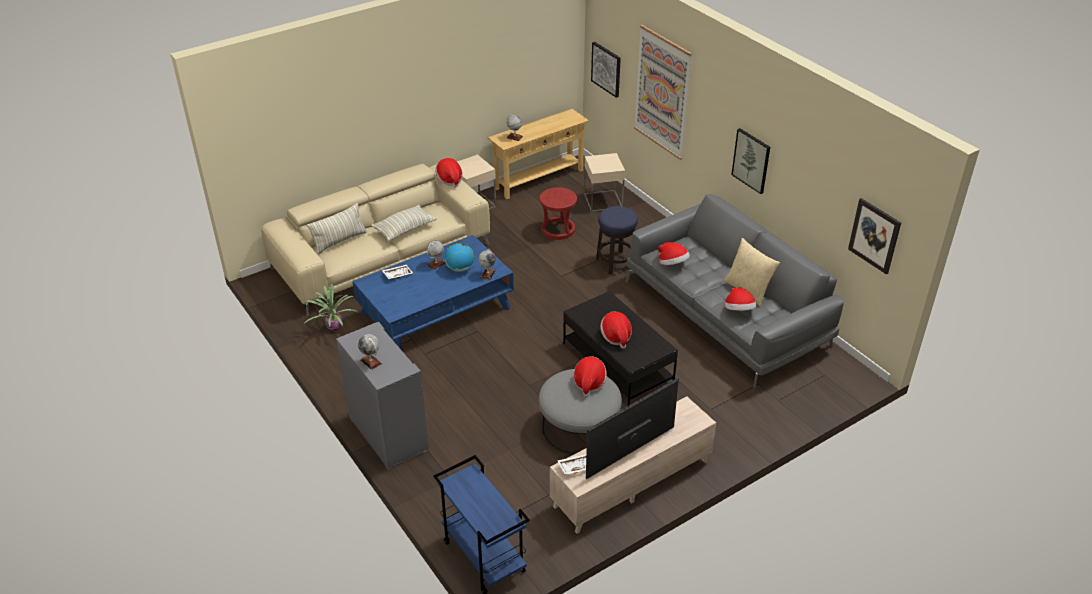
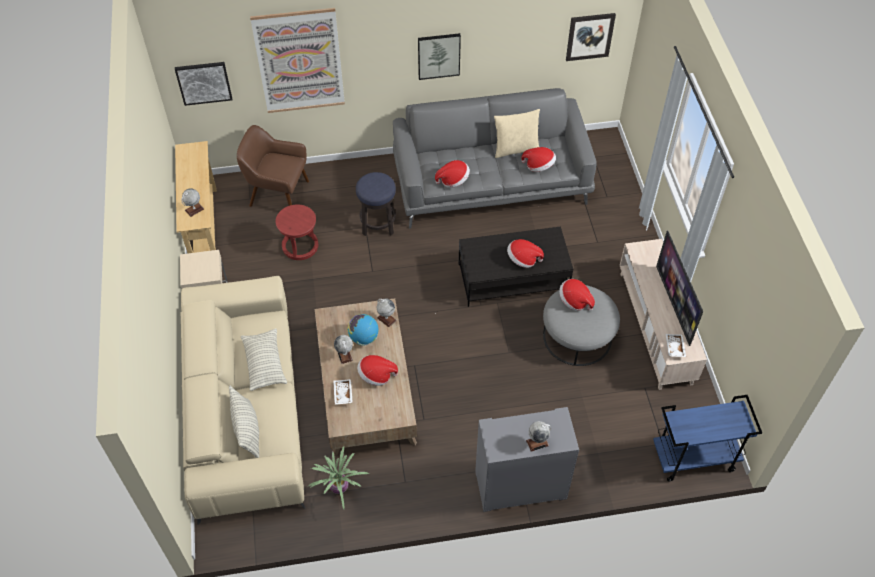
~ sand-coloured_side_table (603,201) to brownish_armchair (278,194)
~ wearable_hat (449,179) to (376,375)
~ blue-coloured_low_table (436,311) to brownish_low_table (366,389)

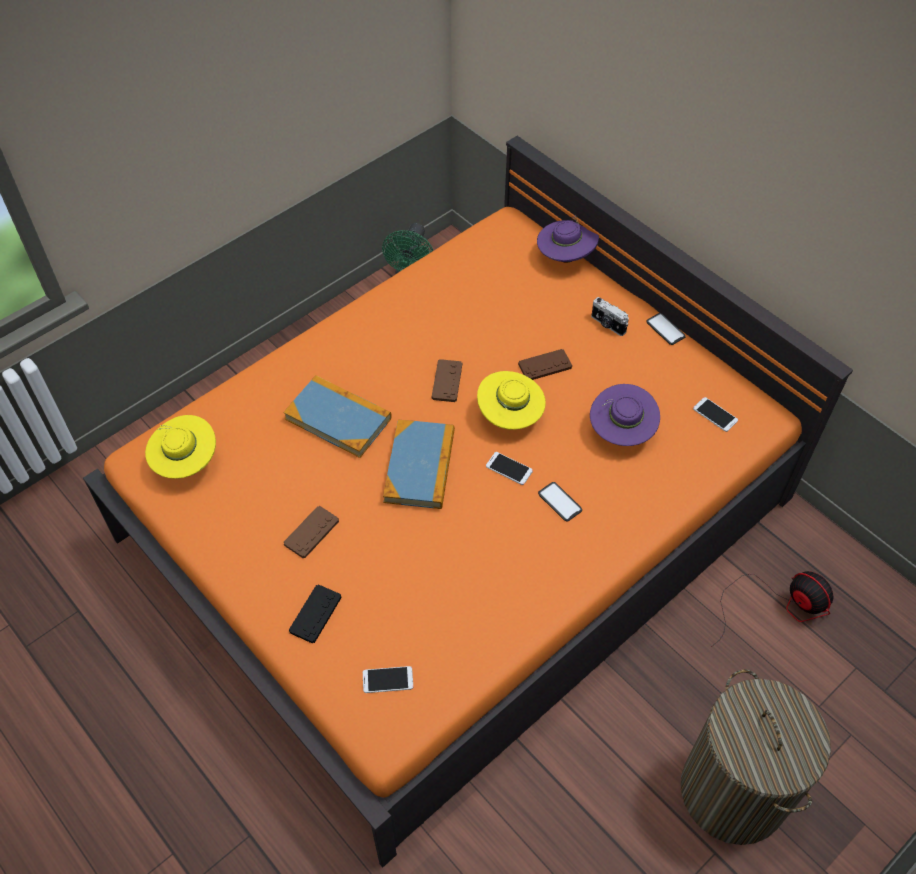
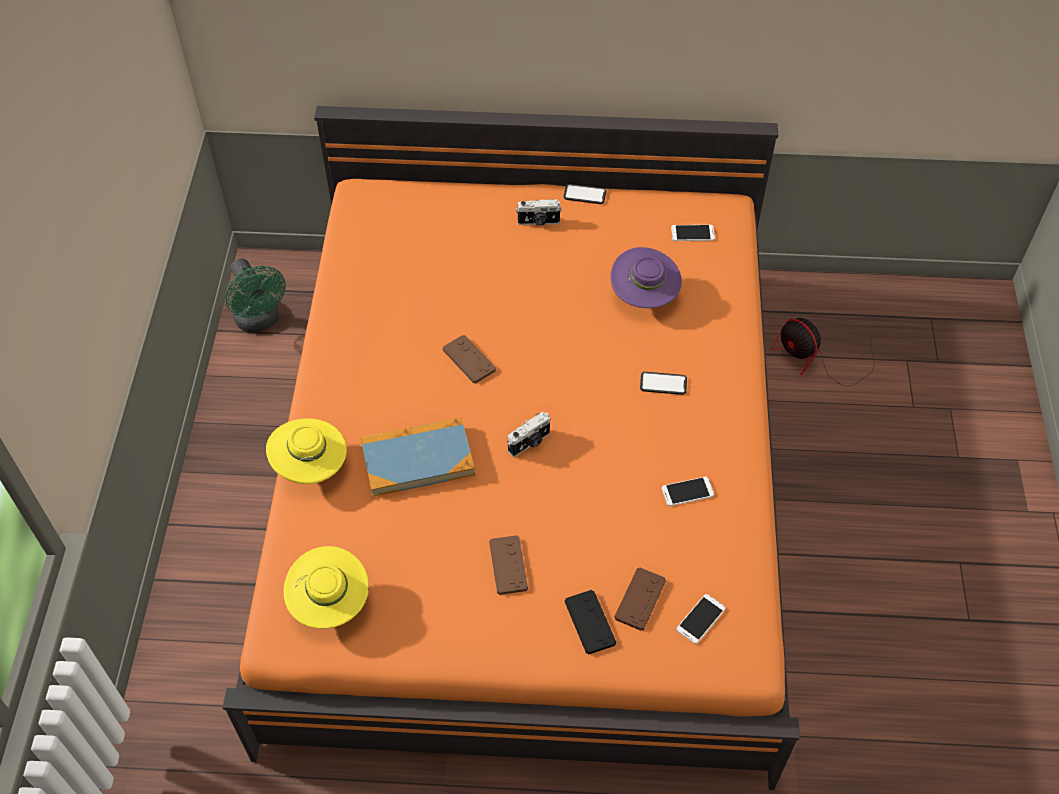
- purple_wearable_hat (565,257)
~ brownish_joypad (545,366) to (640,599)
~ yellow-coloured_wearable_hat (510,416) to (311,466)
~ book (420,466) to photo_camera (530,443)
~ telephone (509,468) to (687,491)
~ cooling_fan (779,605) = (818,358) 135 degrees counterclockwise
- laundry_basket (733,791)

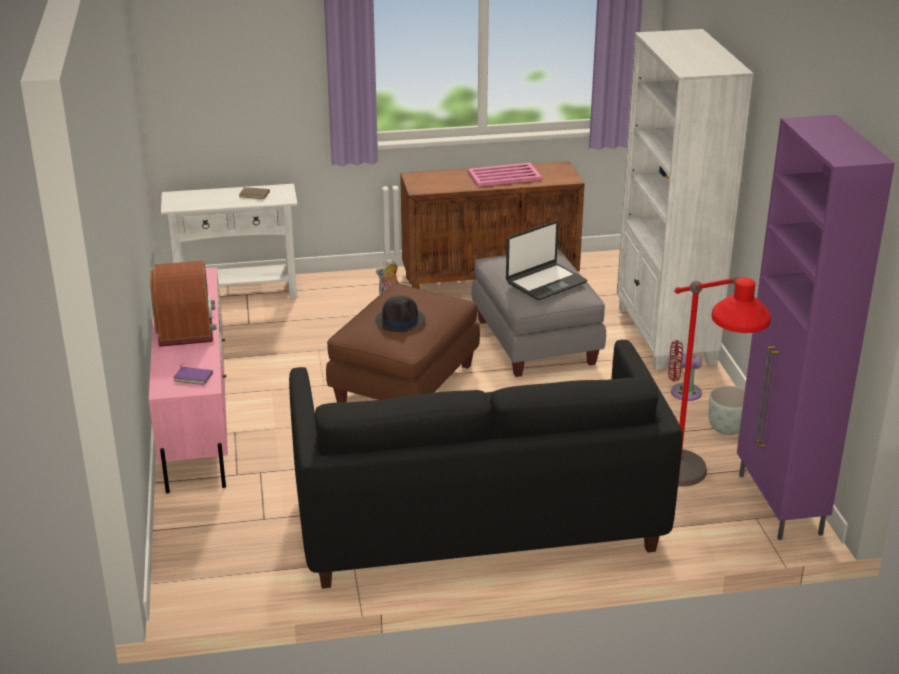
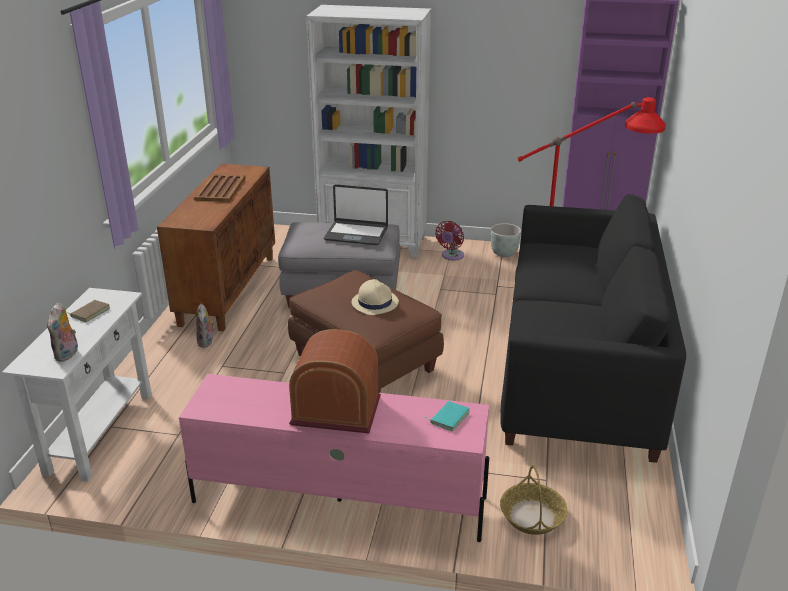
~ pinkish_serving_tray (503,176) to brownish_serving_tray (220,189)
~ laptop (545,282) = (356,234) 120 degrees clockwise
~ black_wearable_hat (400,320) to sand-coloured_wearable_hat (375,302)
~ purple_book (194,377) to turquoise_book (448,417)
+ soft_toy (67,354)
+ household_basket (532,516)

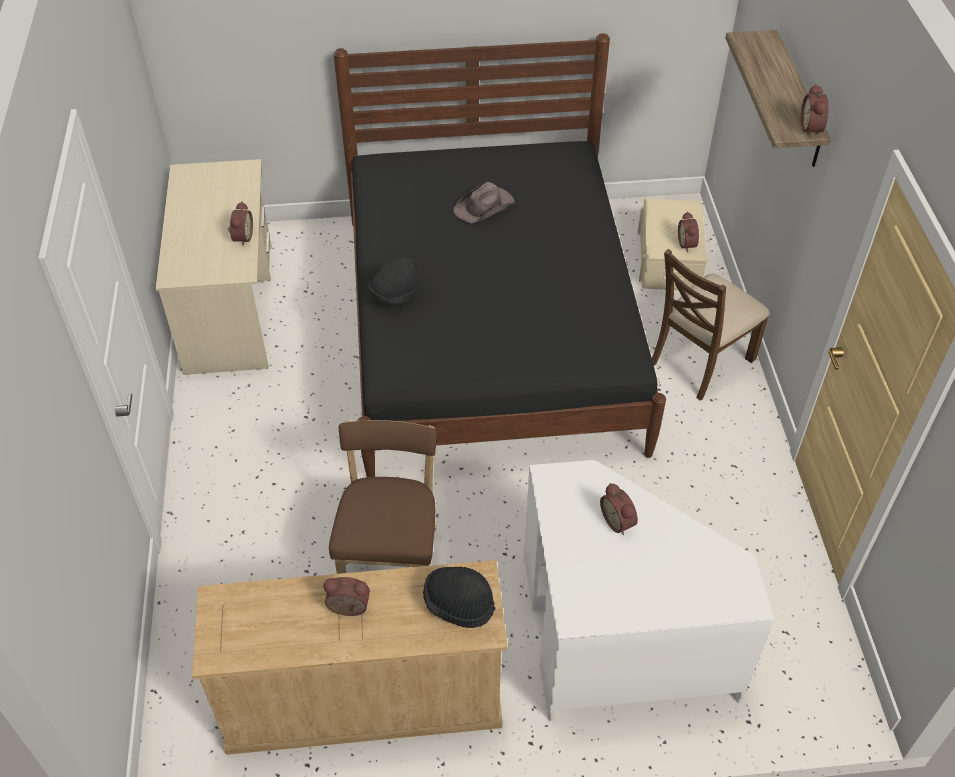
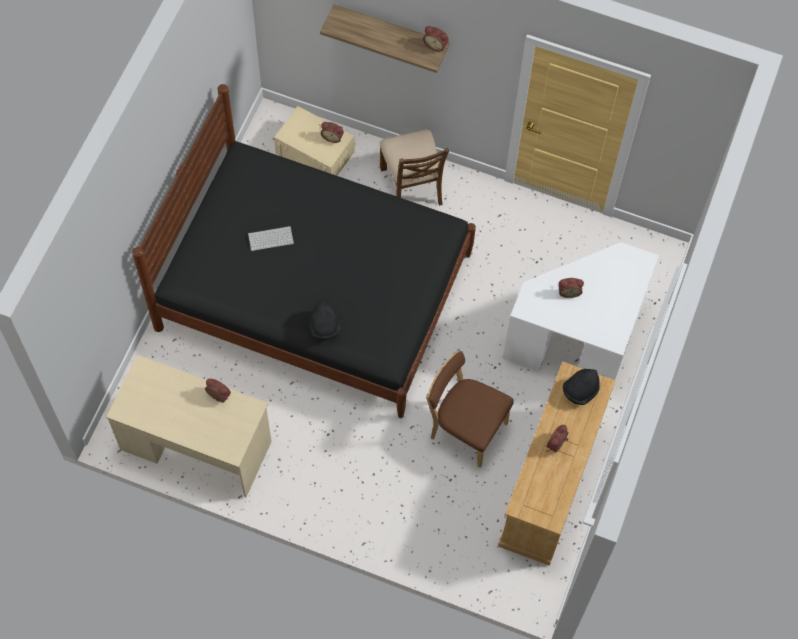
~ brownish_wearable_hat (484,207) to computer_keyboard (271,238)

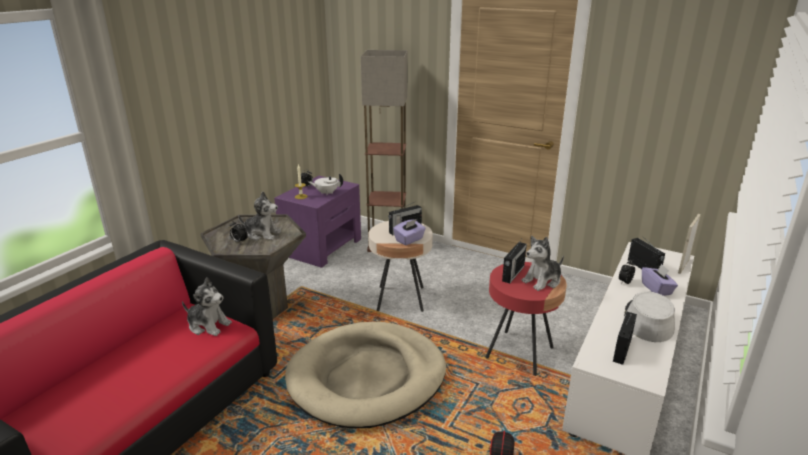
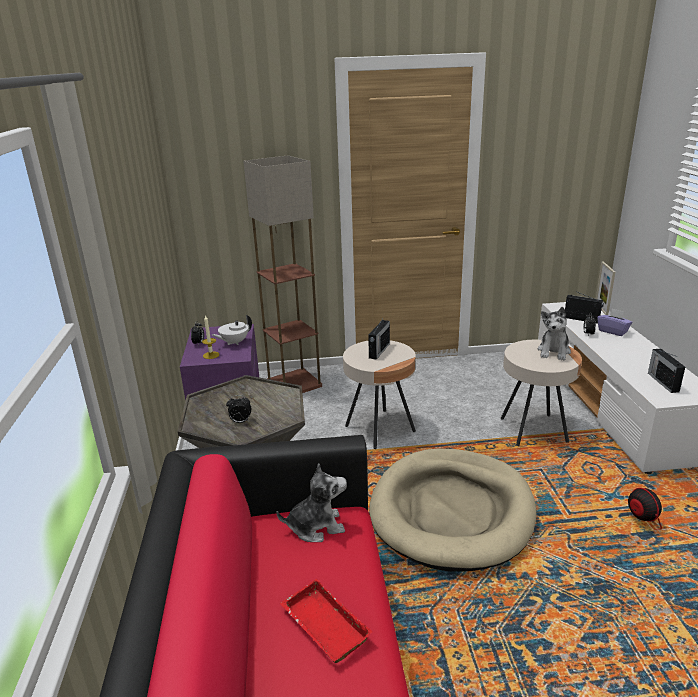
- soft_toy (262,234)
- purple_tissue_holder (409,240)
- radio (512,274)
~ red_side_table (519,353) to sand-coloured_side_table (533,430)
- gray_wearable_hat (647,321)
+ red_serving_tray (322,626)

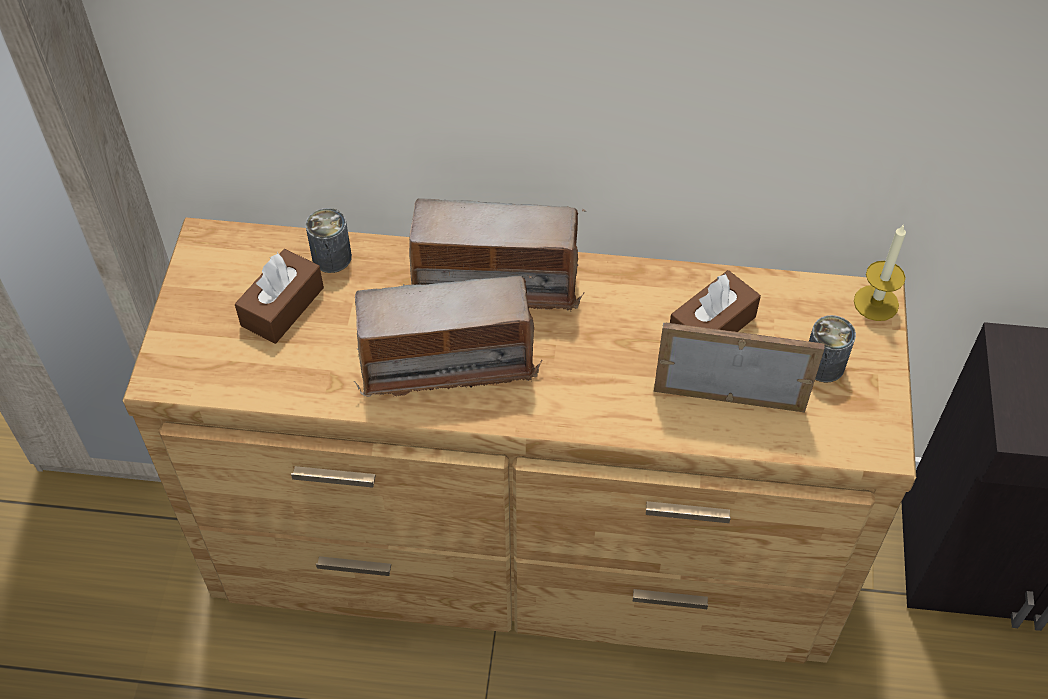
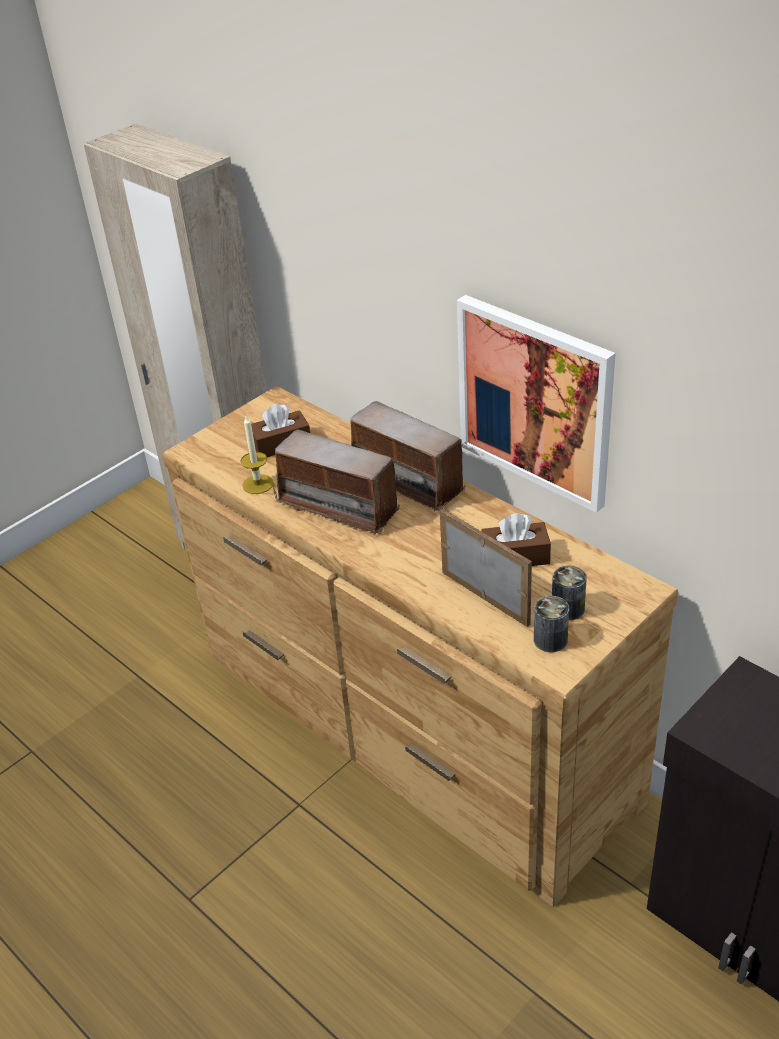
~ sealed_can (332,257) to (550,640)
~ candle (876,303) to (258,484)
+ wall_picture (535,401)

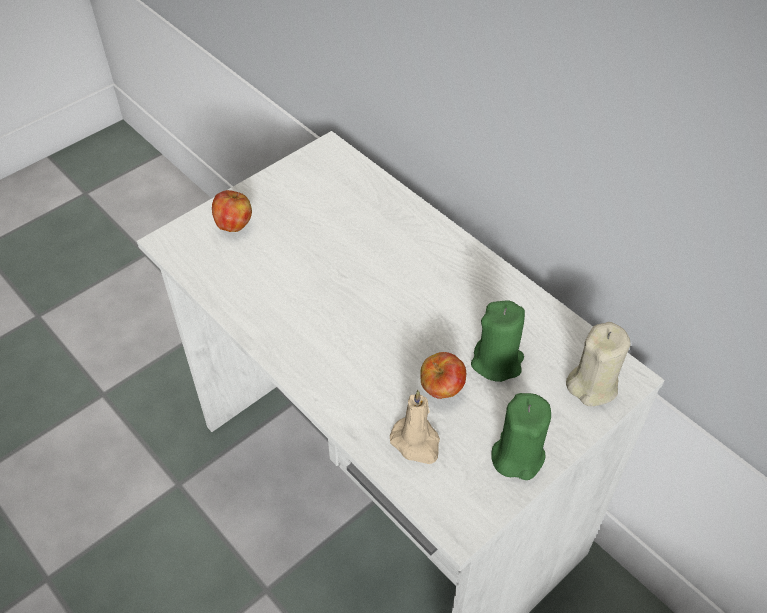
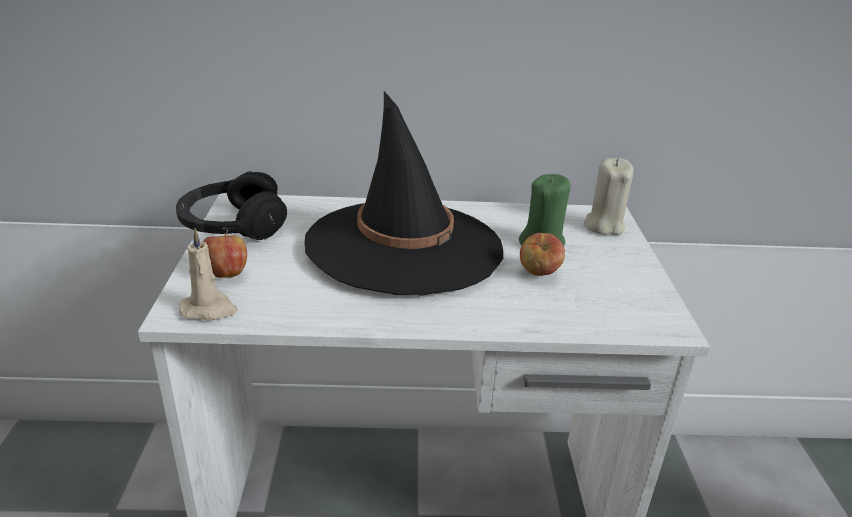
~ sand-coloured_candle (416,442) to (209,309)
- green-coloured_candle (517,455)
+ black_wearable_hat (404,246)
+ black_headphones (232,225)

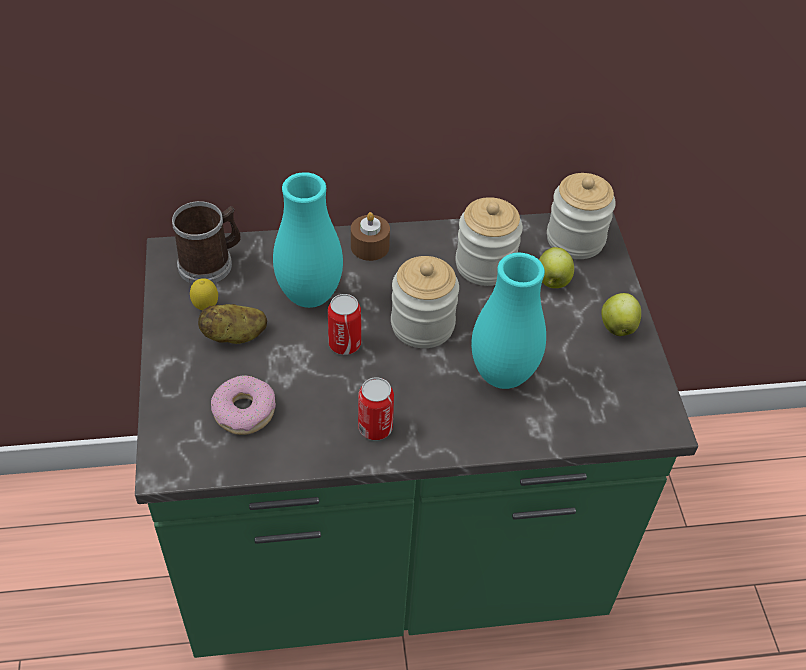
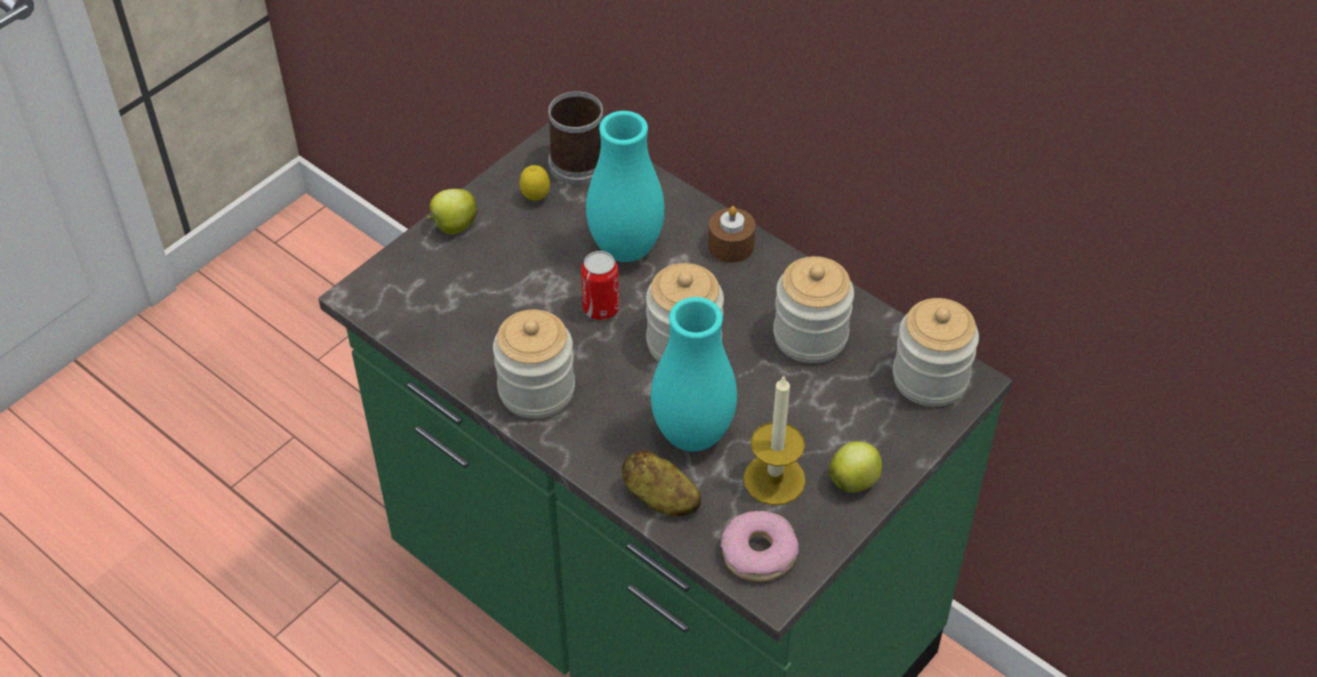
~ apple_fruit (552,282) to (453,226)
~ potato (234,336) to (660,499)
~ ring_doughnut (244,411) to (758,553)
~ sealed_can (375,427) to jar (536,390)
+ candle (774,479)

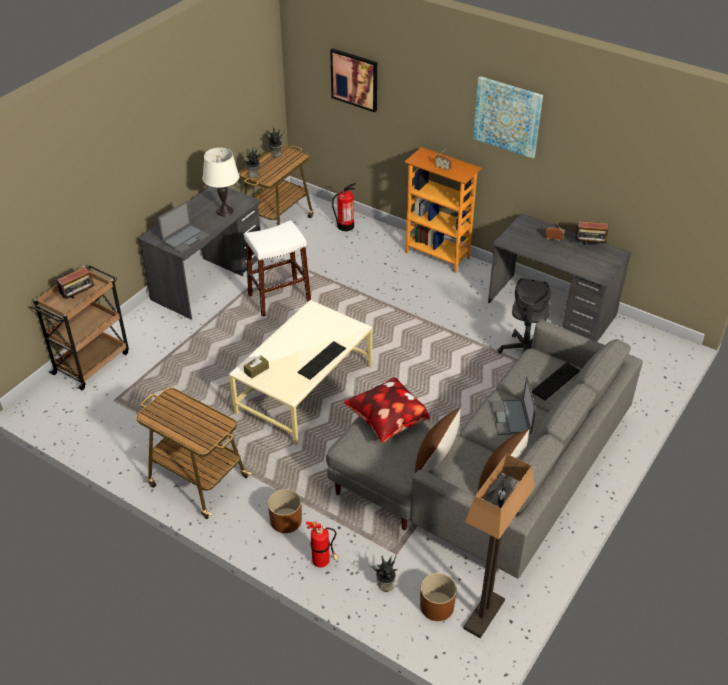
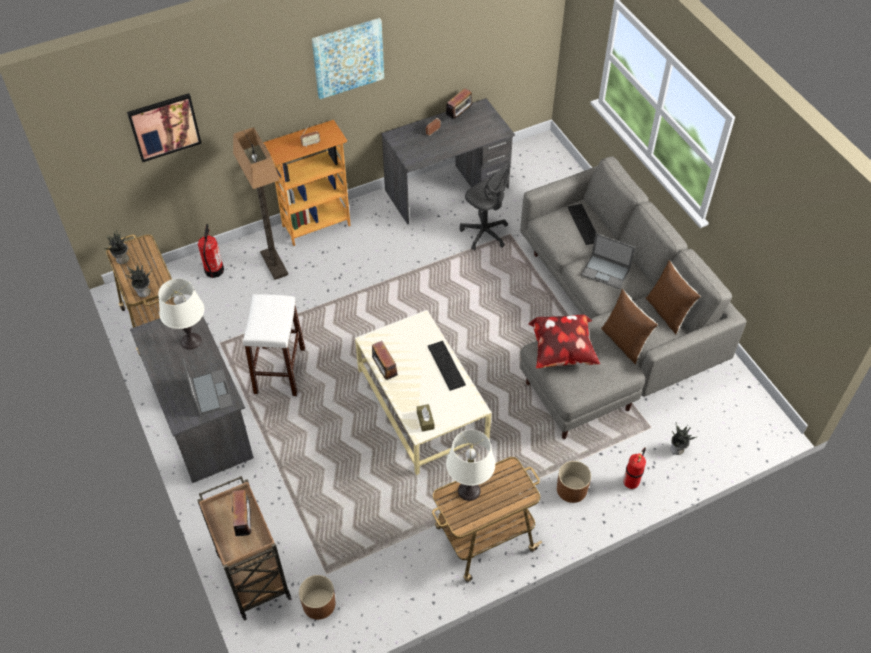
~ standard_lamp (484,615) to (274,264)
~ brownish_plant_pot (436,606) to (318,604)
+ radio (384,371)
+ white_table_lamp (469,490)

